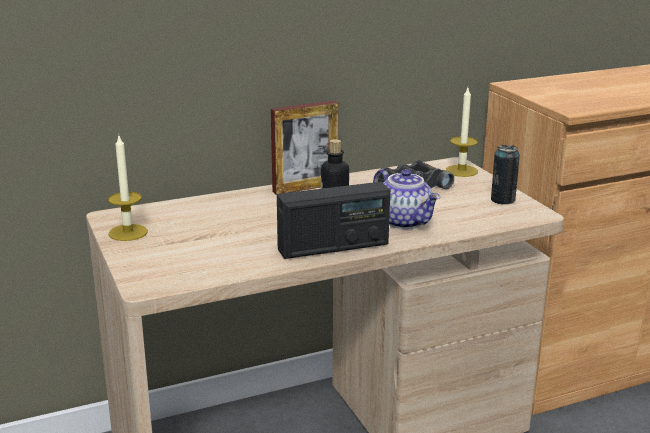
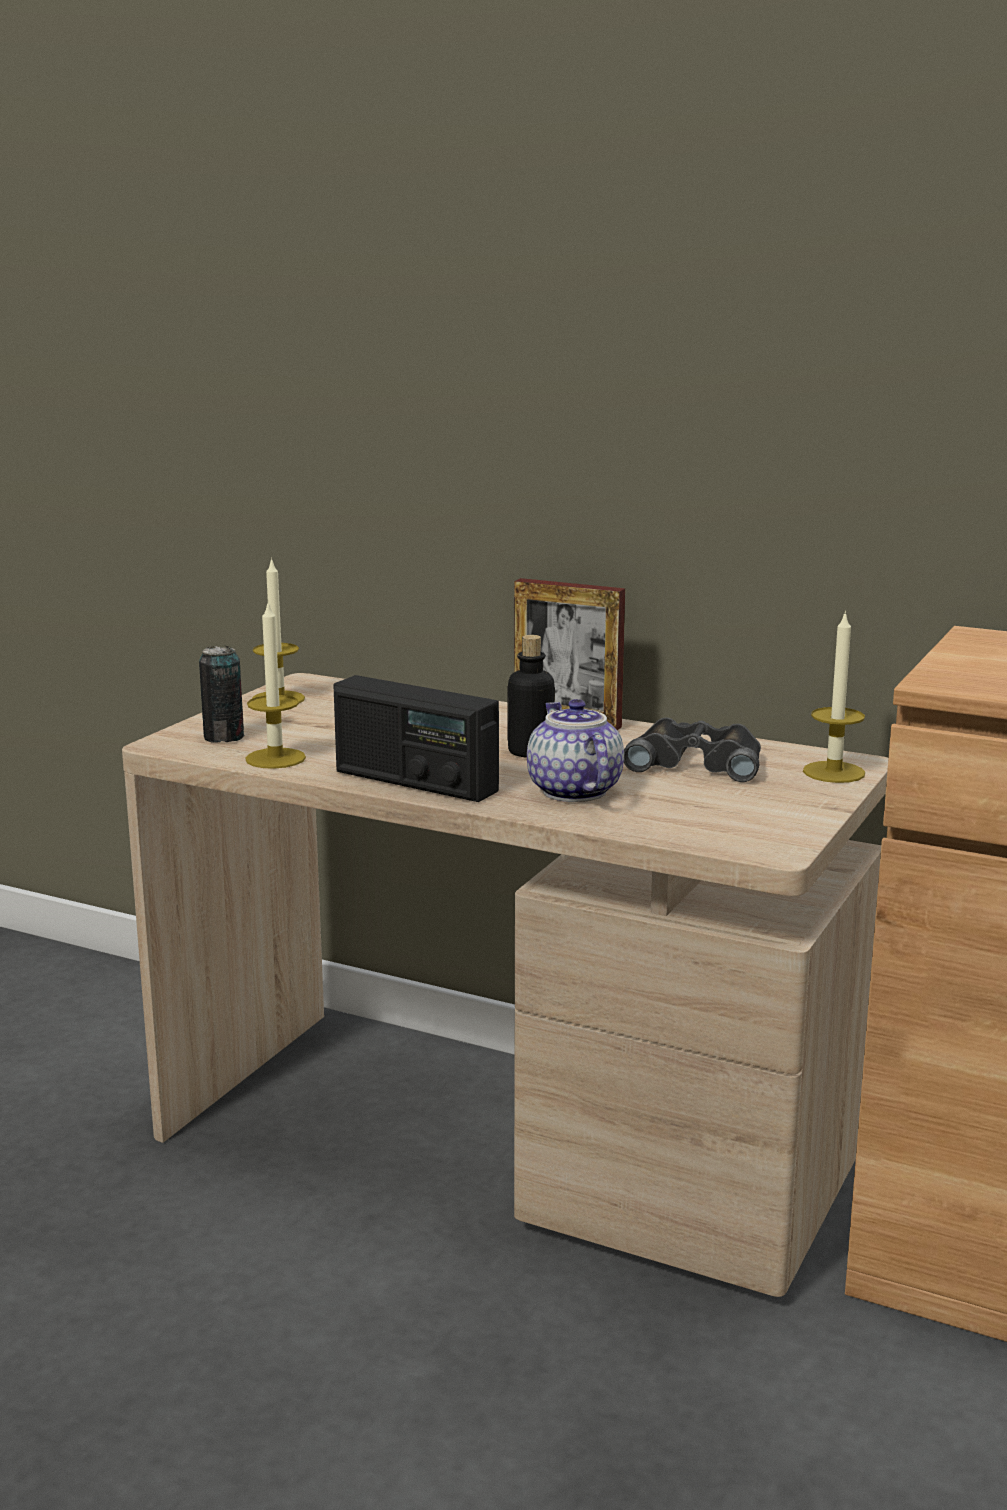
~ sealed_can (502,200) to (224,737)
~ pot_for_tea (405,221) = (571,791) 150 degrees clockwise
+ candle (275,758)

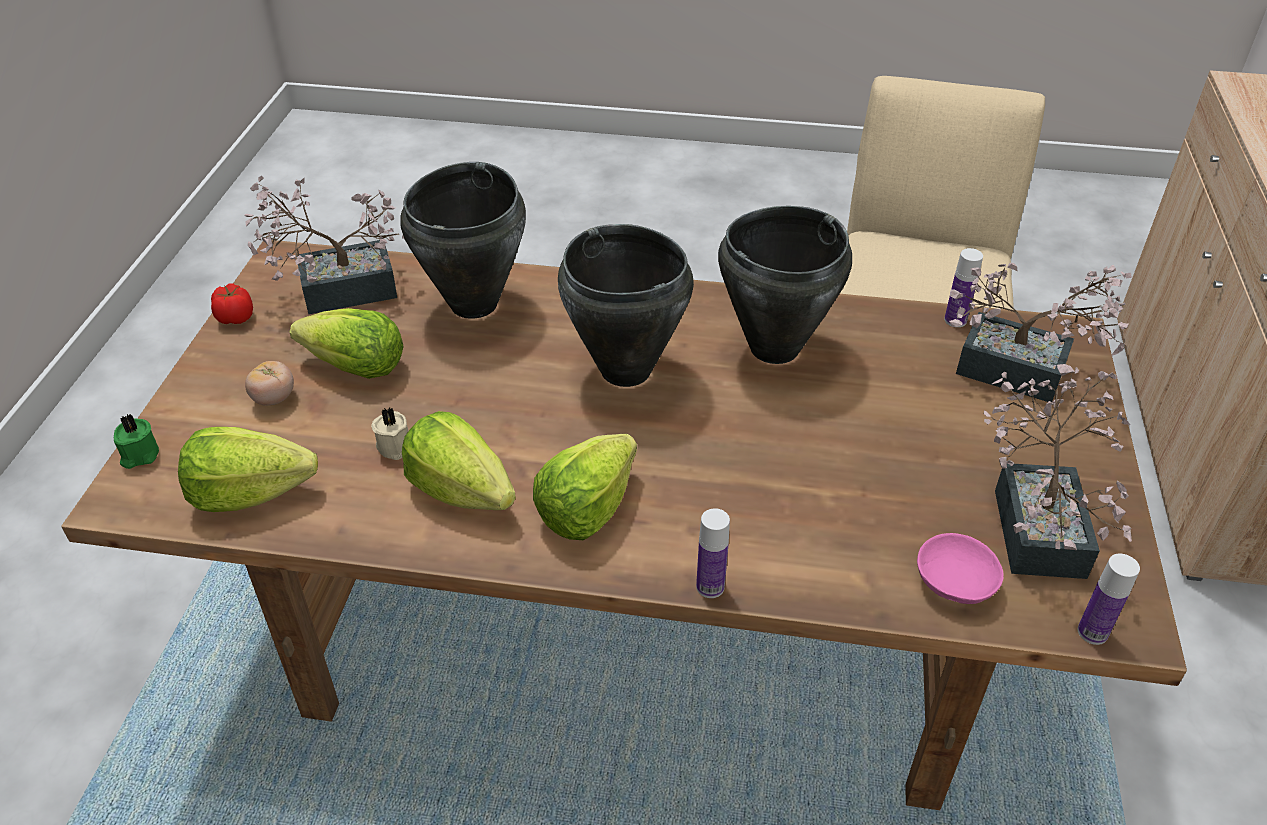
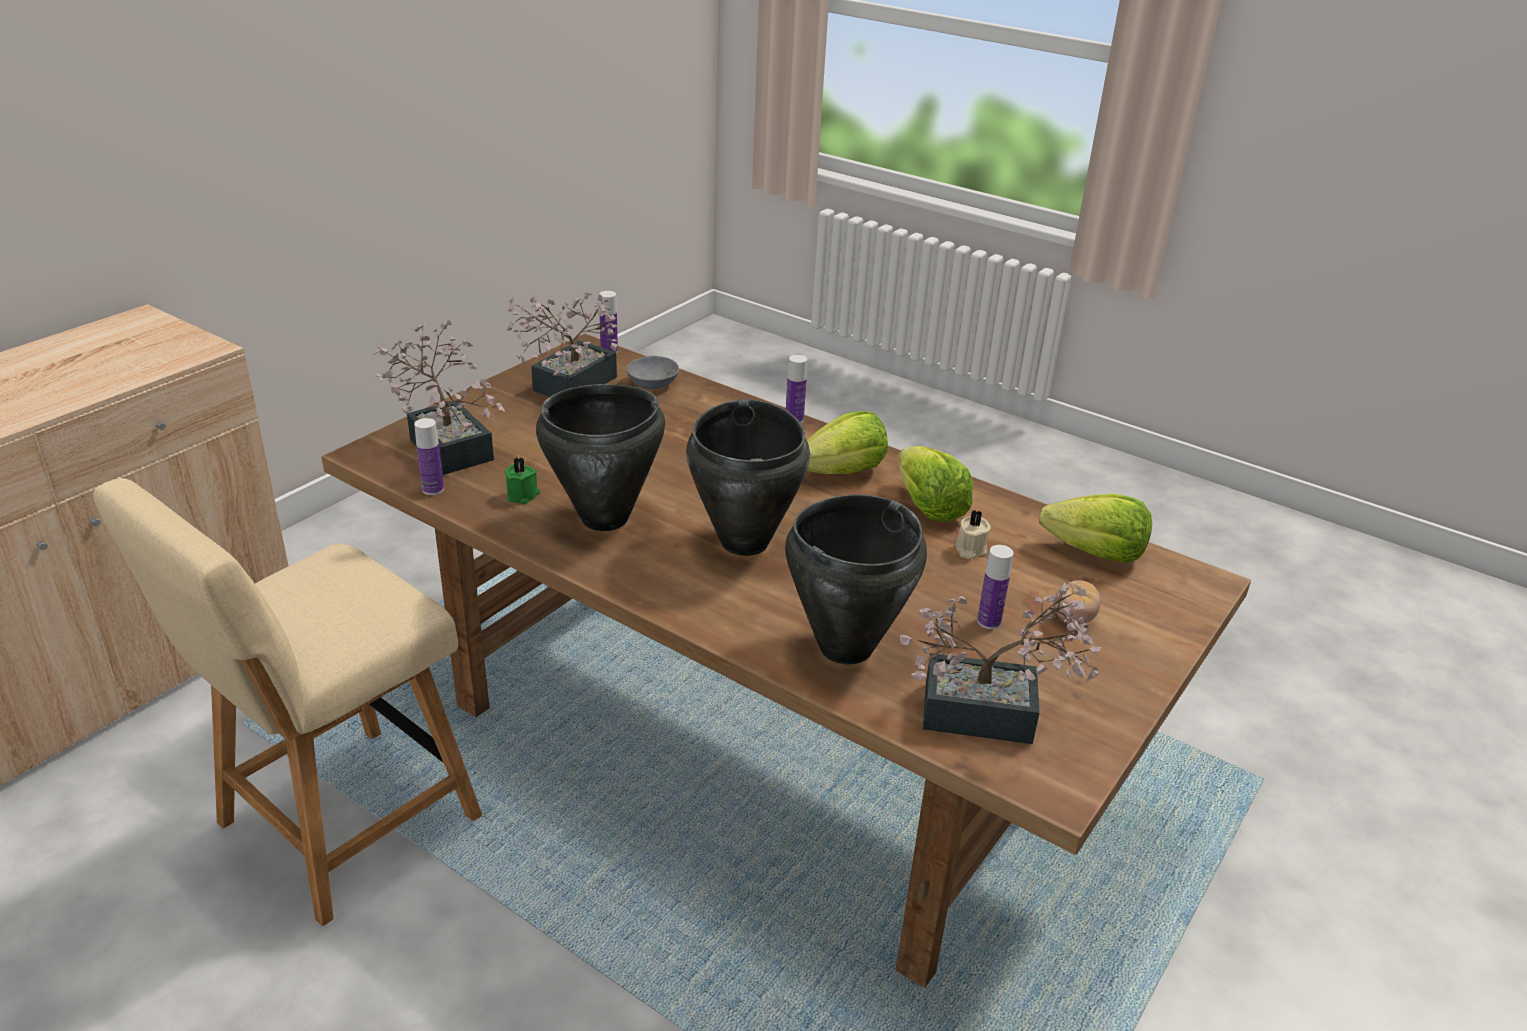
- whole_tomato (236,317)
~ lettuce (356,368) to drink_bottle (989,622)
~ green-coloured_candle (139,455) to (523,495)
~ pinkish_serving_bowl (957,582) to gray_serving_bowl (651,382)

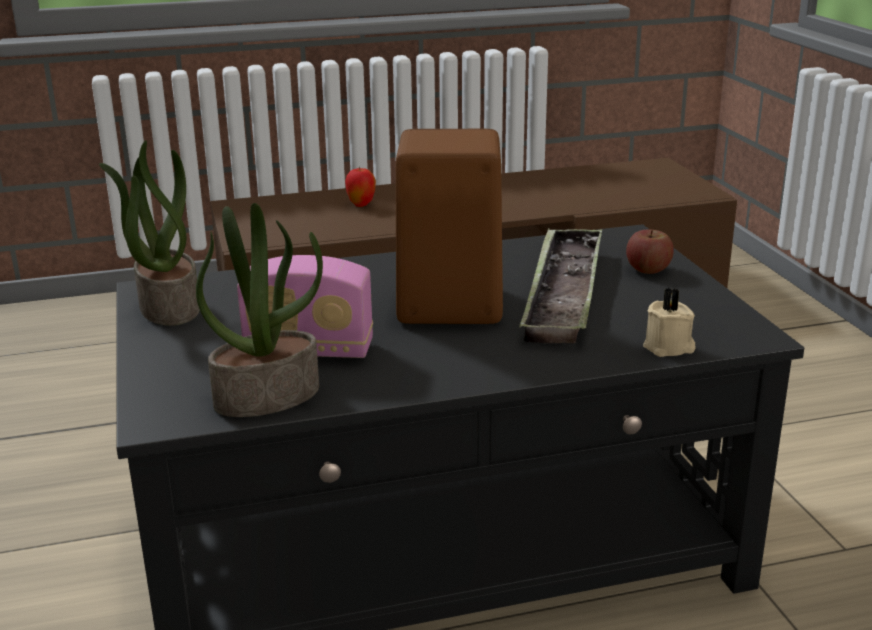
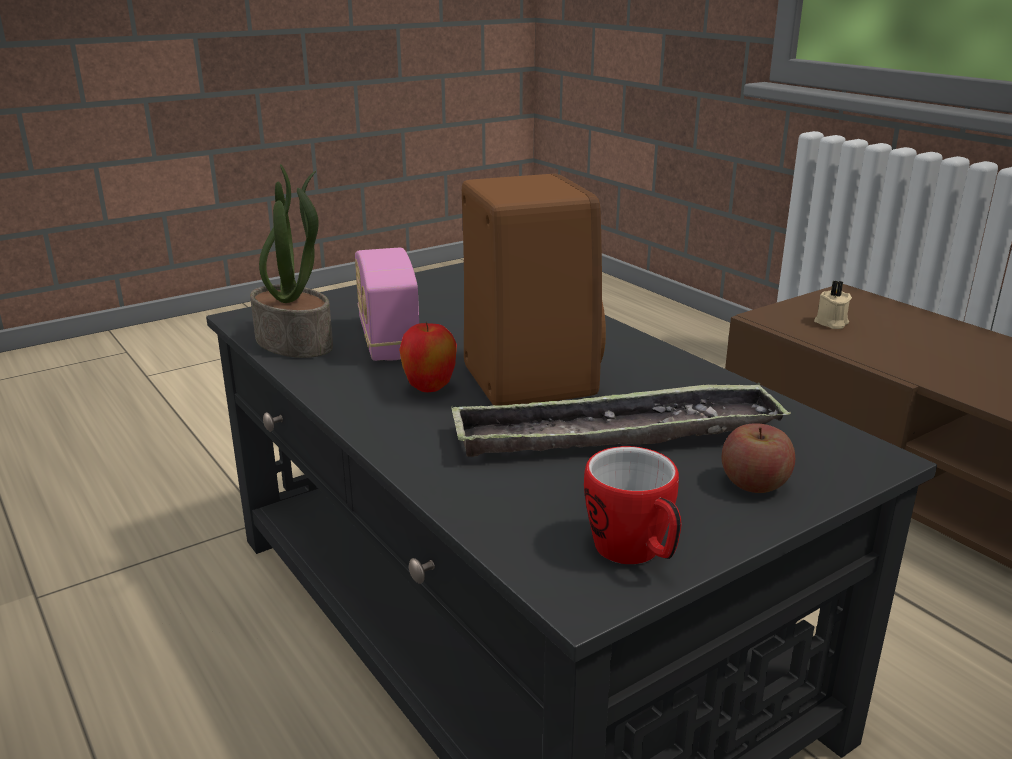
- plant_in_a_pot (168,307)
~ apple_fruit (361,205) to (429,389)
~ sand-coloured_candle (669,347) to (831,323)
+ tea_mug (635,554)

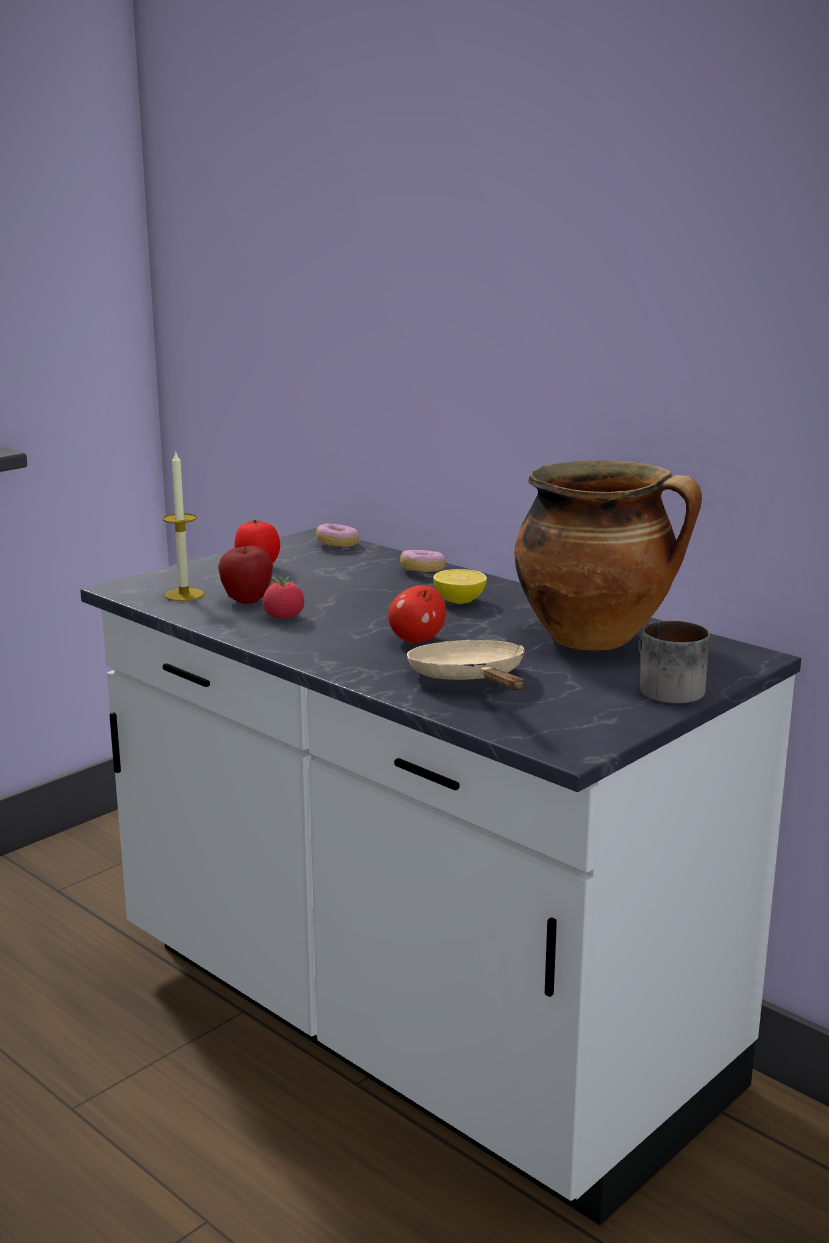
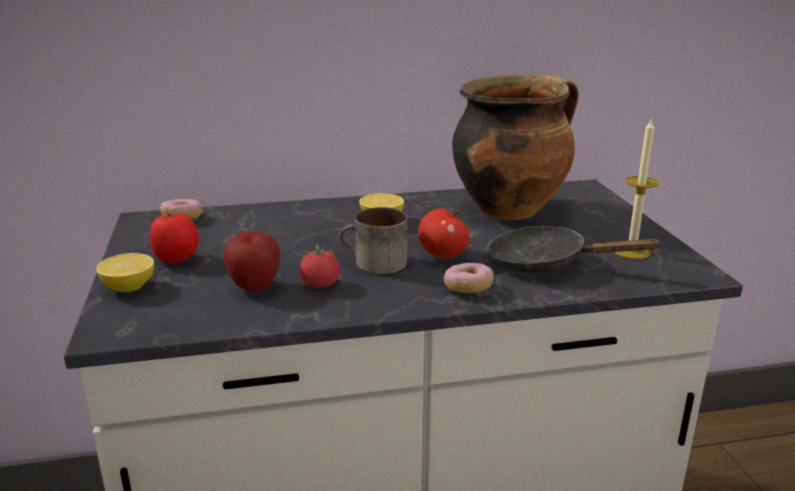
~ candle (184,595) to (631,251)
~ ring_doughnut (423,571) to (468,288)
~ tea_mug (663,688) to (374,263)
~ sand-coloured_pan (471,680) to black_pan (546,263)
+ citrus_fruit (129,287)

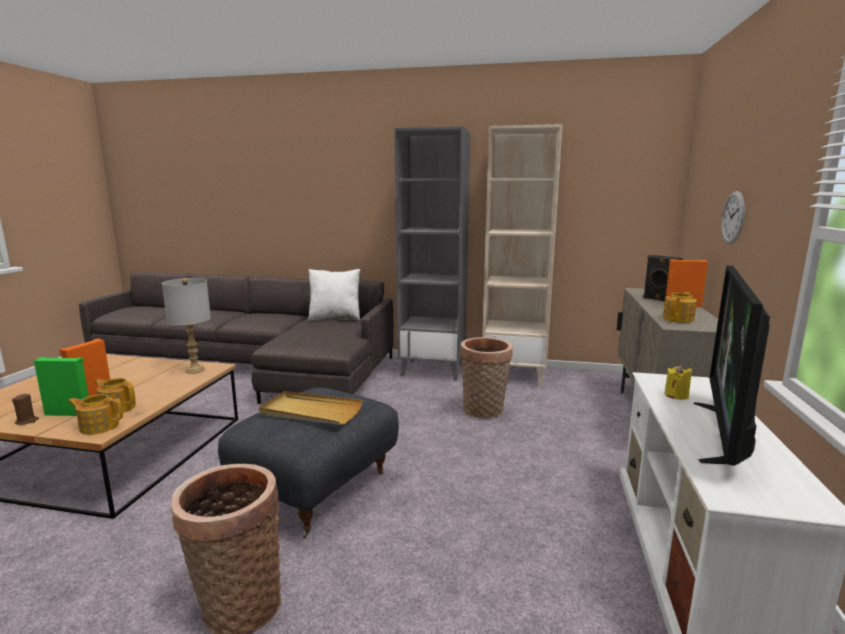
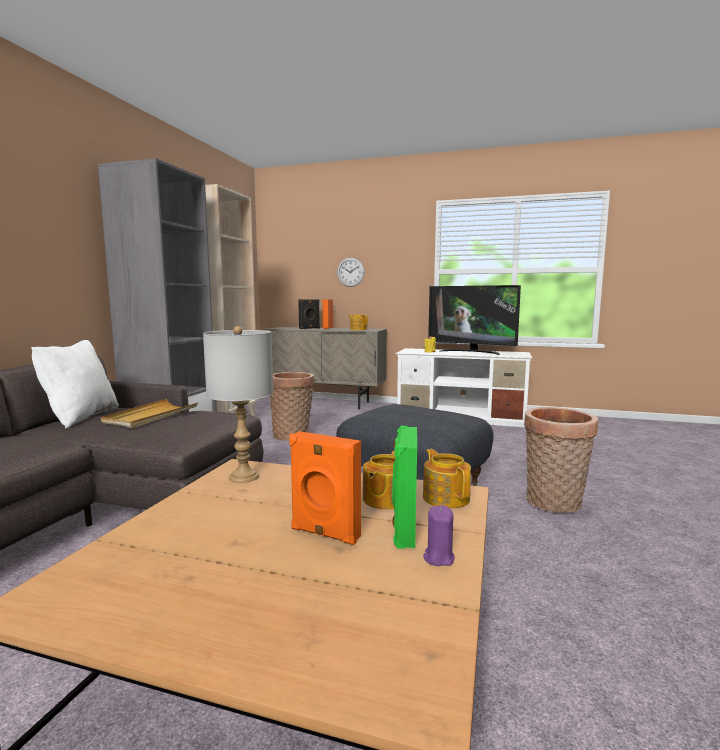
~ sand-coloured_serving_tray (310,412) to (151,416)
~ brownish_candle (27,421) to purple_candle (438,558)
~ pot_for_tea (99,426) = (446,498) 150 degrees clockwise

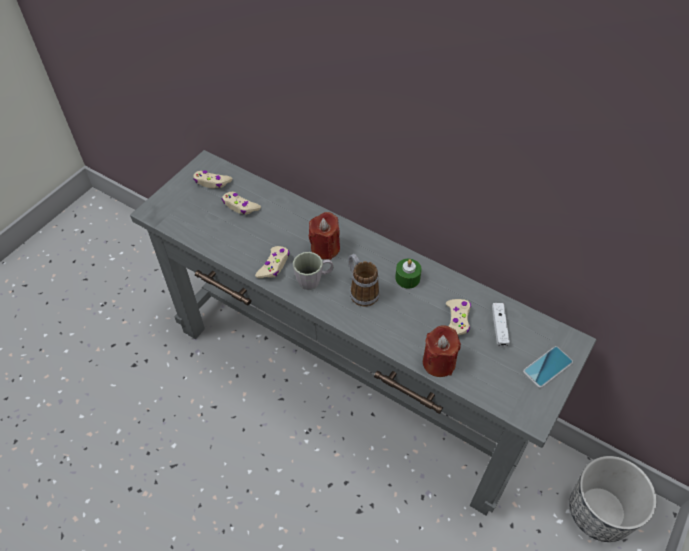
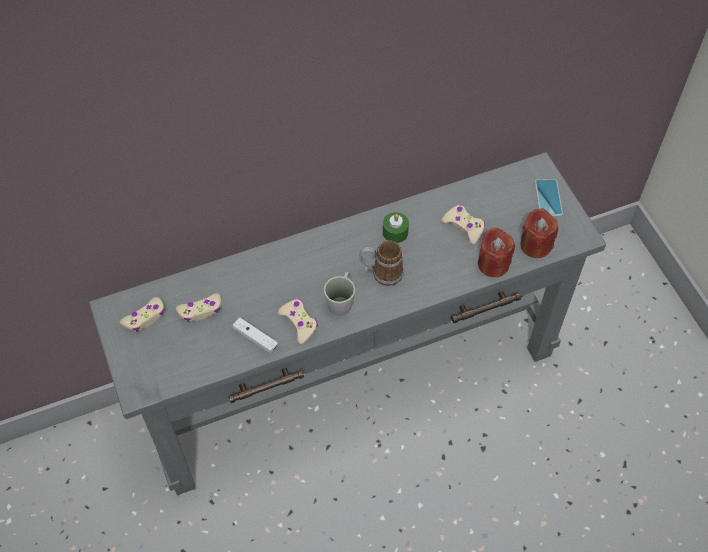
~ red_candle (325,248) to (535,245)
~ white_joypad (499,327) to (256,338)
- plant_pot (599,512)

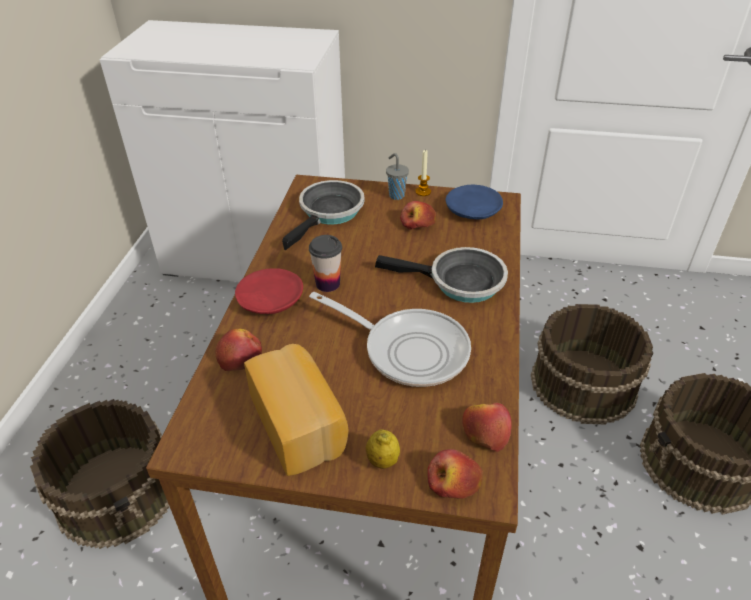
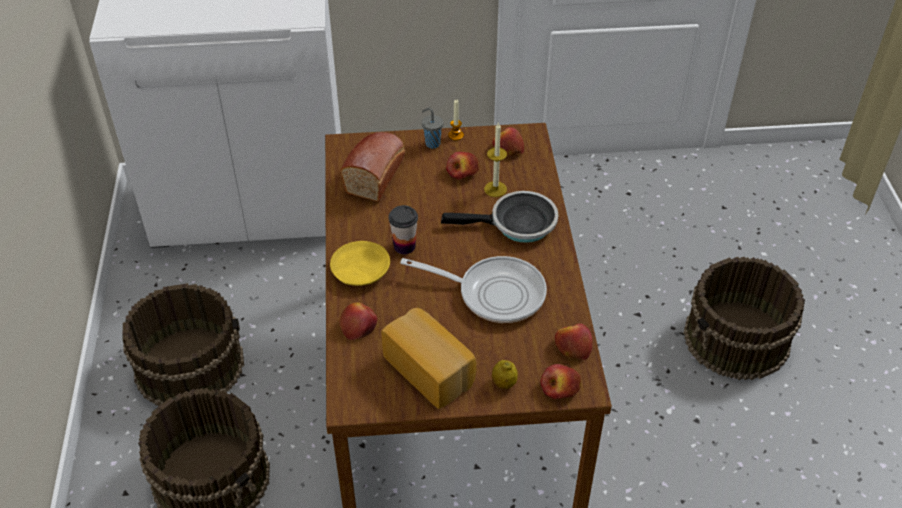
~ pan (329,213) to bakery_bread (376,173)
~ blue-coloured_flat_dish (472,210) to apple_fruit (507,149)
~ red_flat_dish (270,300) to yellow-coloured_flat_dish (360,271)
~ brownish_pail (583,383) to (190,365)
+ candle (495,189)

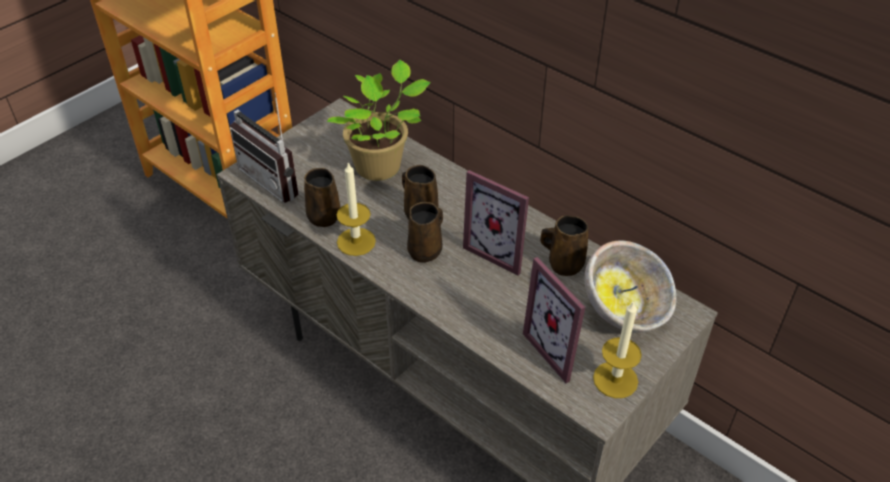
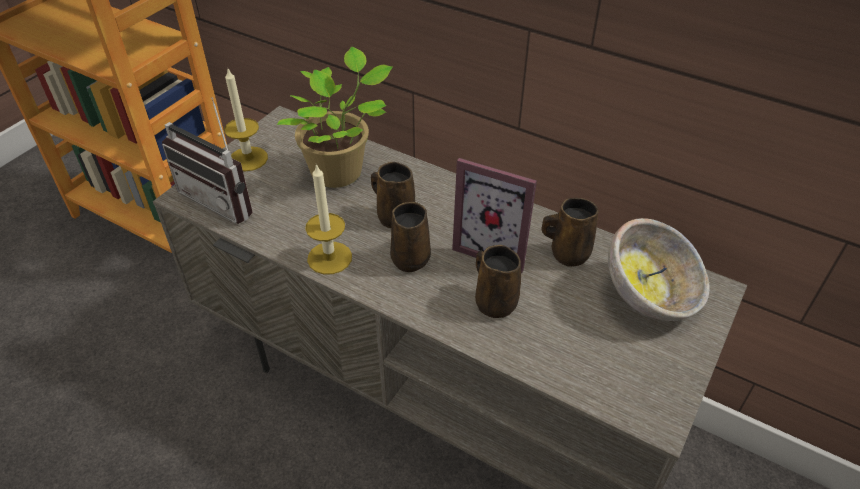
~ brownish_tea_mug (323,215) to (494,302)
- picture_frame (560,349)
~ candle (615,379) to (248,159)

